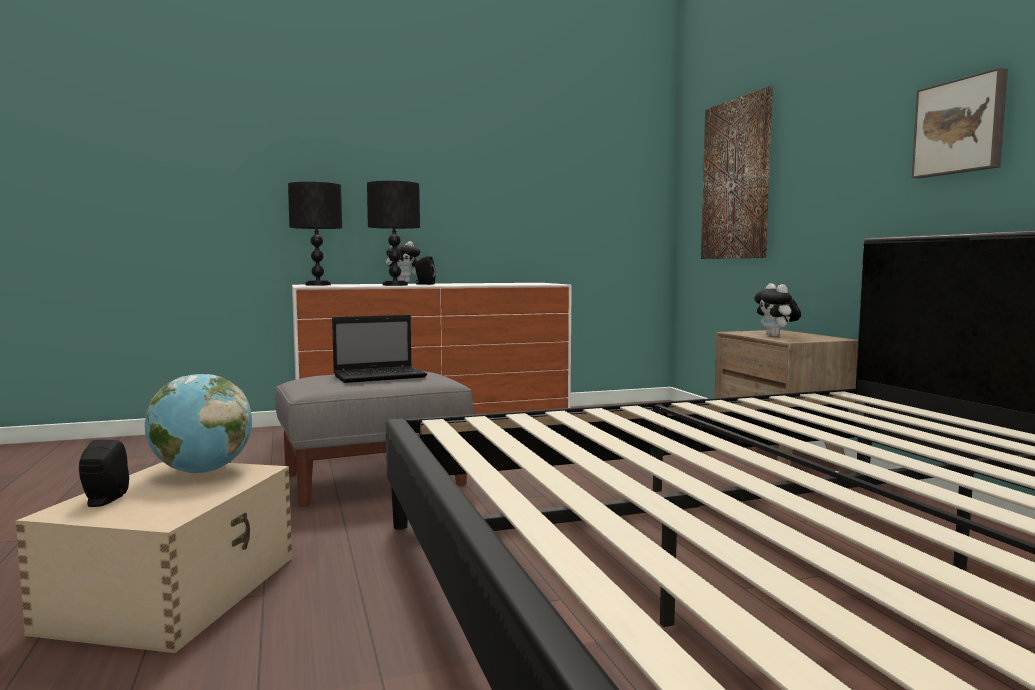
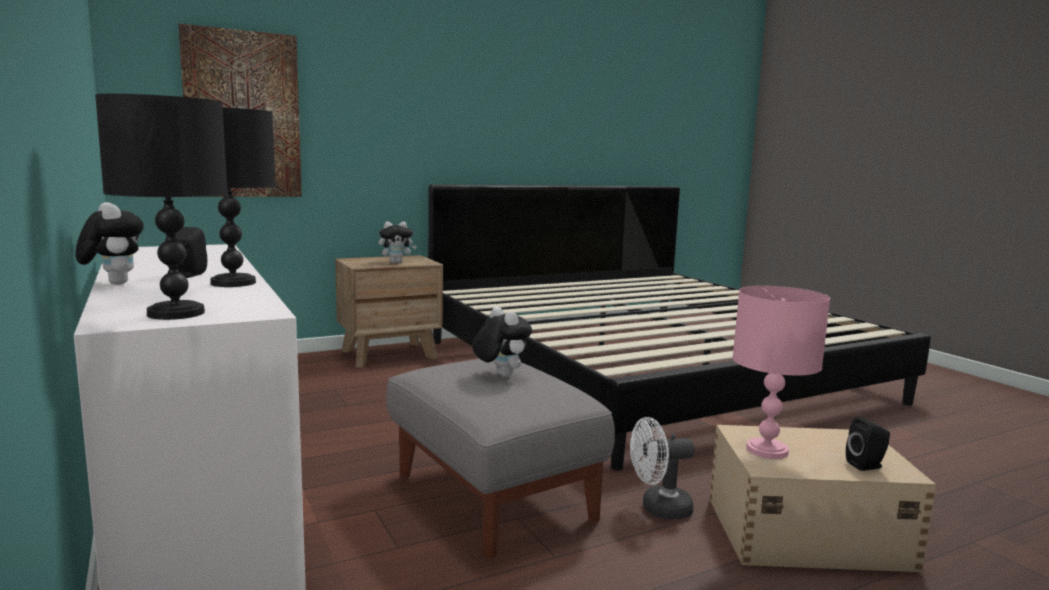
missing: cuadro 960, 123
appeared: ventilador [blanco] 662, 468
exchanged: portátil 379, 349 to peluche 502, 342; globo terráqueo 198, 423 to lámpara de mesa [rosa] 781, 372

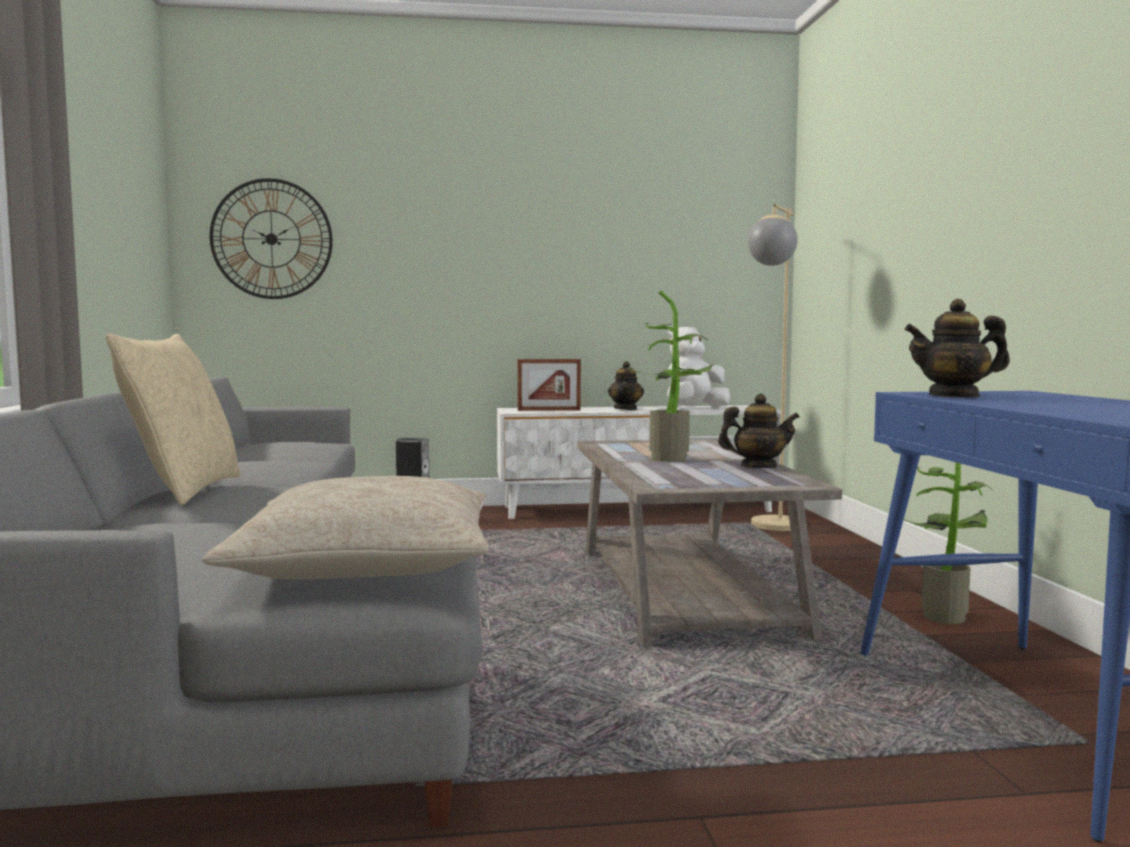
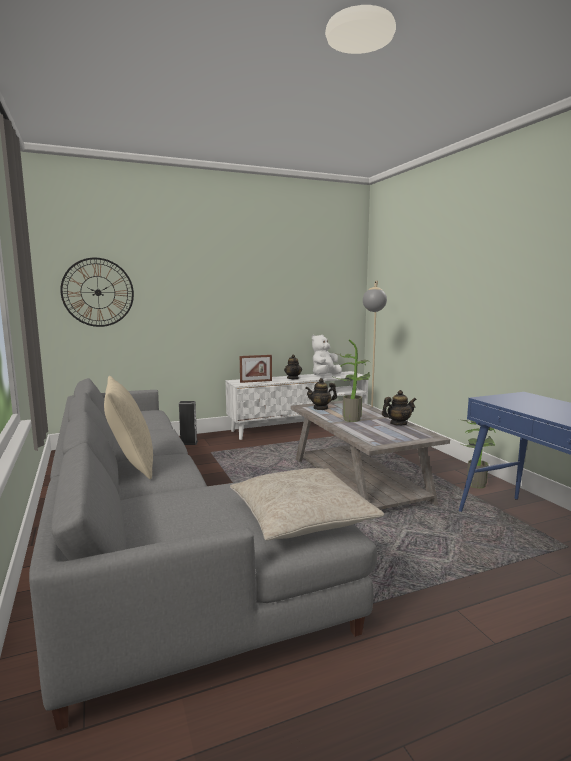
relocated: tetera 957, 348 to 321, 394

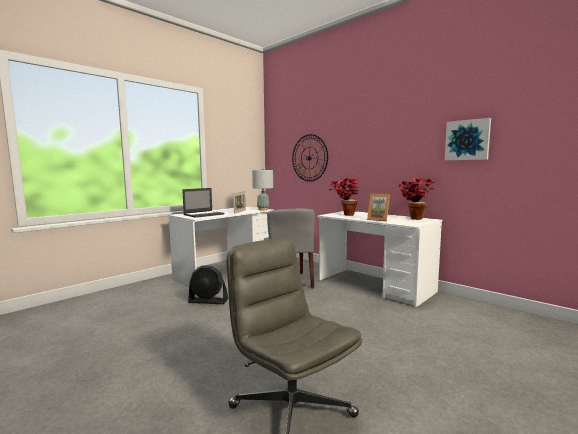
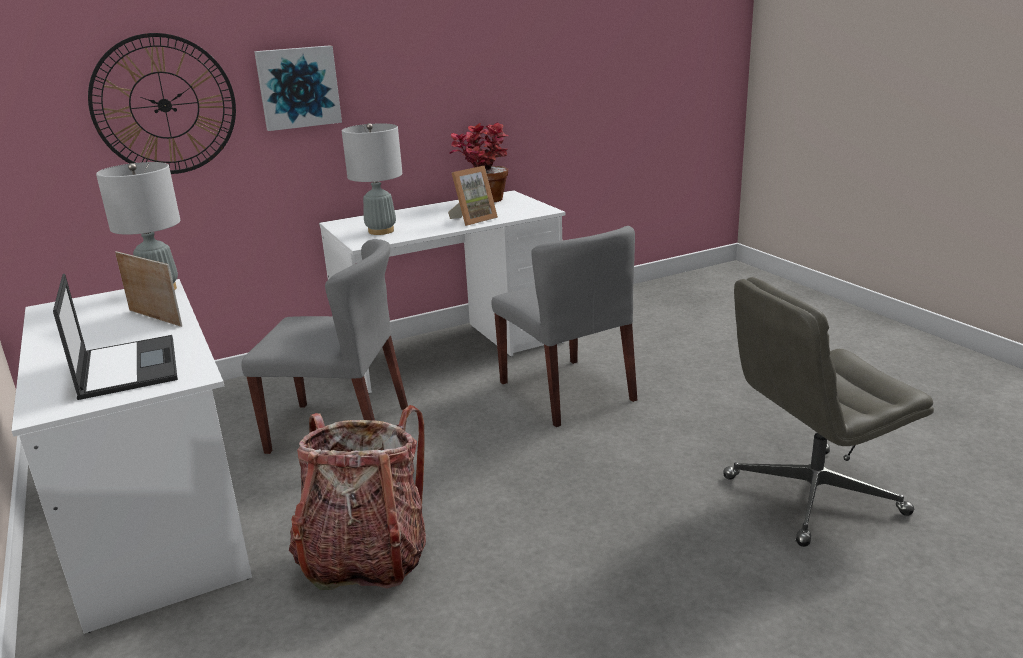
appeared: silla [gris] 564, 326
relocated: cuadro 468, 139 to 298, 88
exchanged: planta en maceta 345, 197 to lámpara de mesa [gris] 372, 179; ventilador [negro] 208, 284 to mochila 357, 497

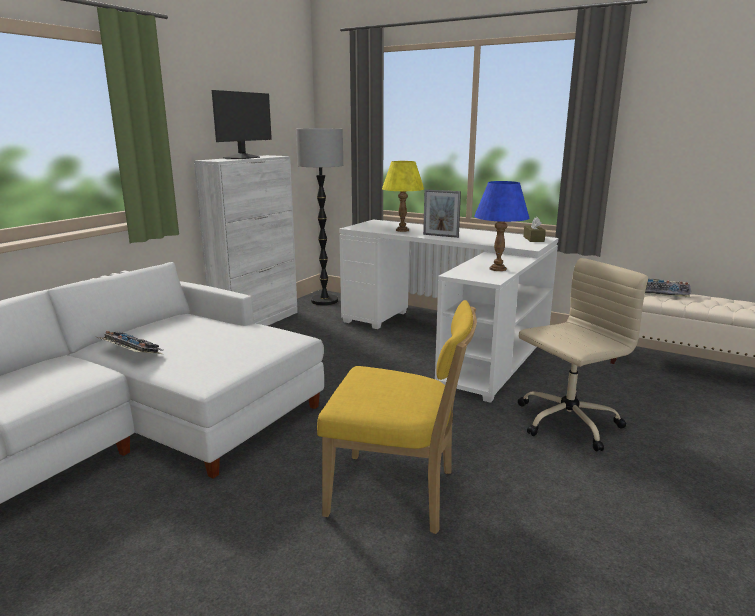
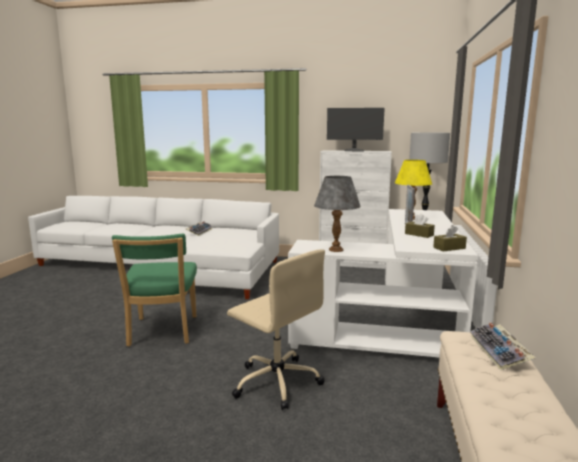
appeared: caja de pañuelos [marrón] 420, 226
colour: lámpara de mesa [azul] 501, 226 to lámpara de mesa [gris] 337, 214; silla [amarillo] 397, 417 to silla [verde] 154, 290

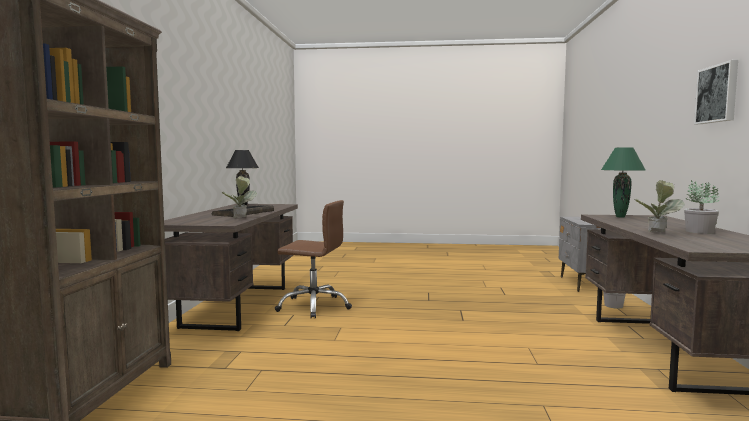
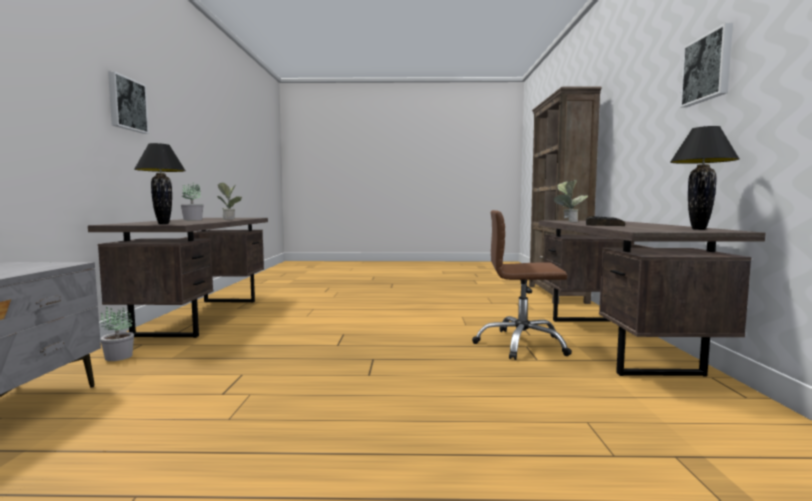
appeared: cuadro 706, 65
colour: lámpara de mesa [verde] 623, 182 to lámpara de mesa [negro] 160, 183

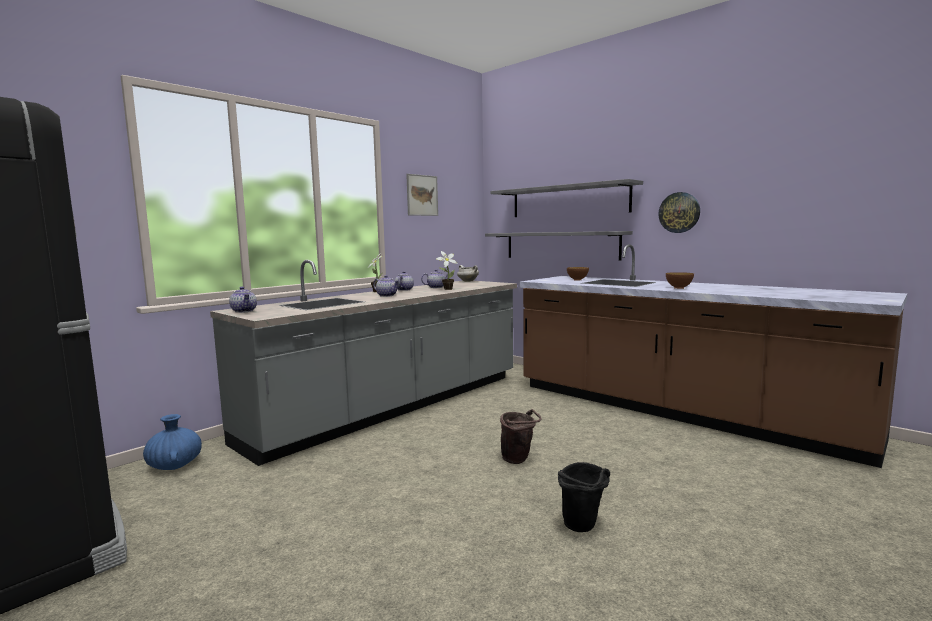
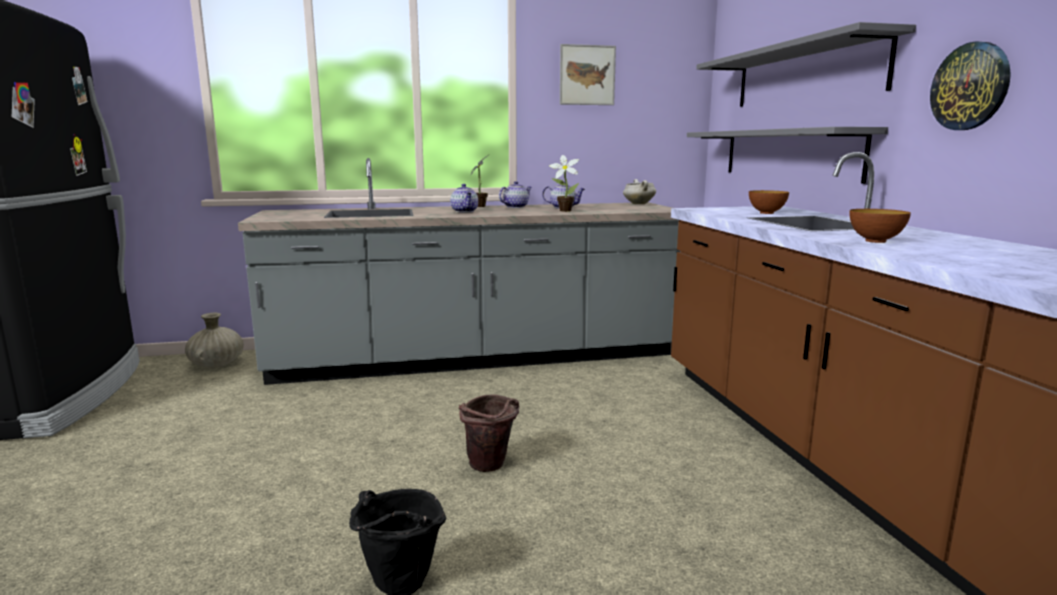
missing: tetera 243, 300
colour: florero [azul] 172, 442 to florero [beis] 214, 340

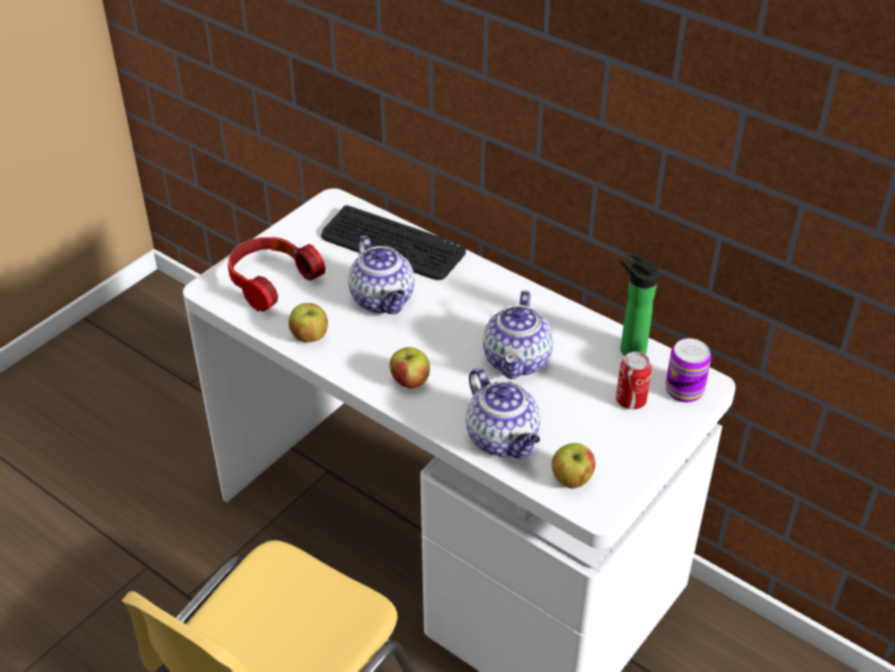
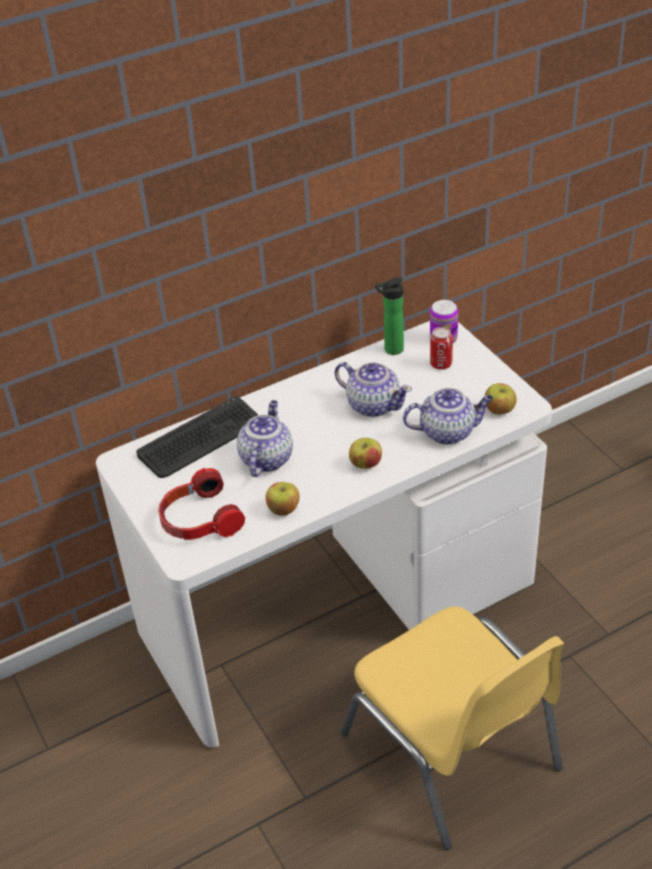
spun: tetera 381, 274 = 265, 438 75 degrees counterclockwise

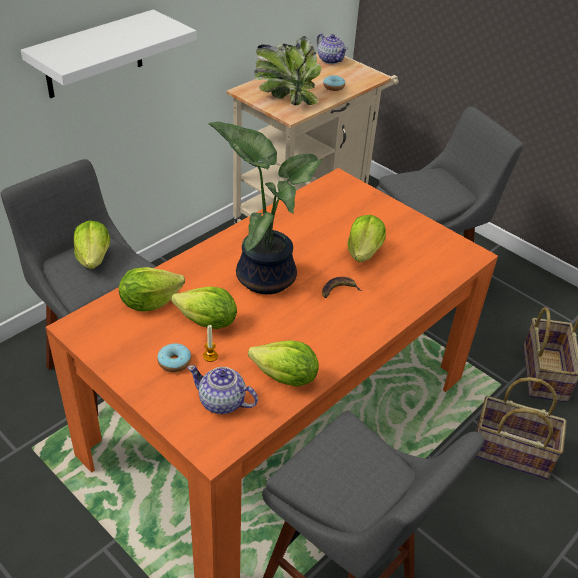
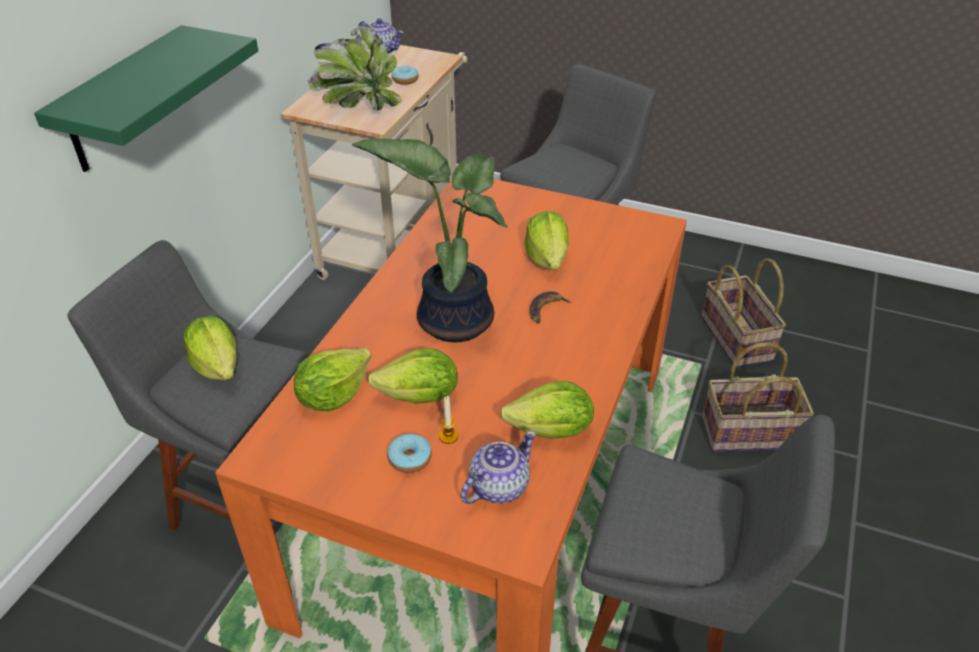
colour: estante [blanco] 109, 53 to estante [verde] 146, 98
spun: tetera 222, 389 = 498, 467 135 degrees clockwise

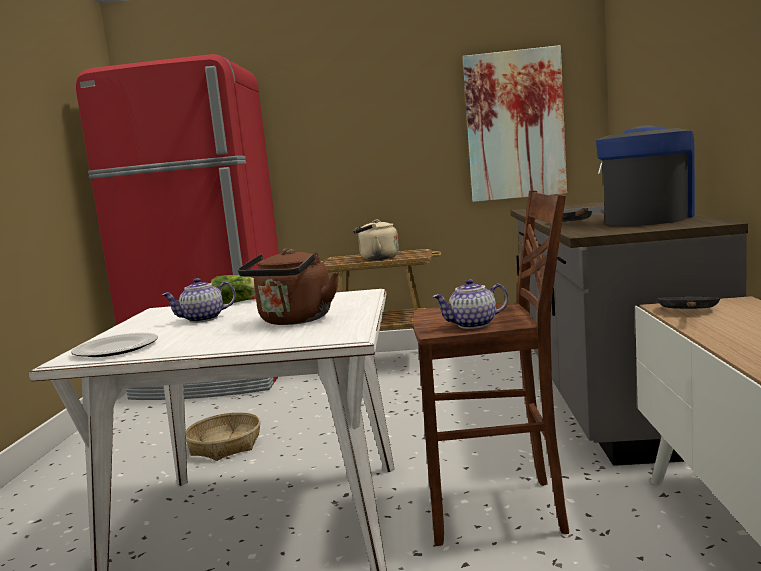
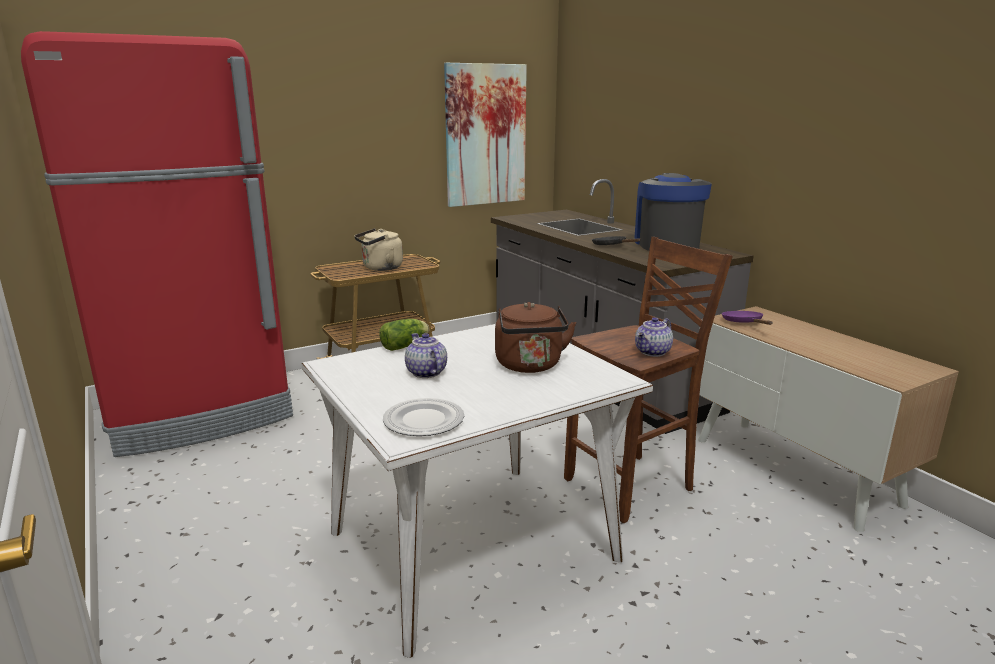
missing: cesta 223, 436
colour: sartén [negro] 689, 303 to sartén [morado] 747, 318
spun: tetera 199, 300 = 426, 355 120 degrees clockwise

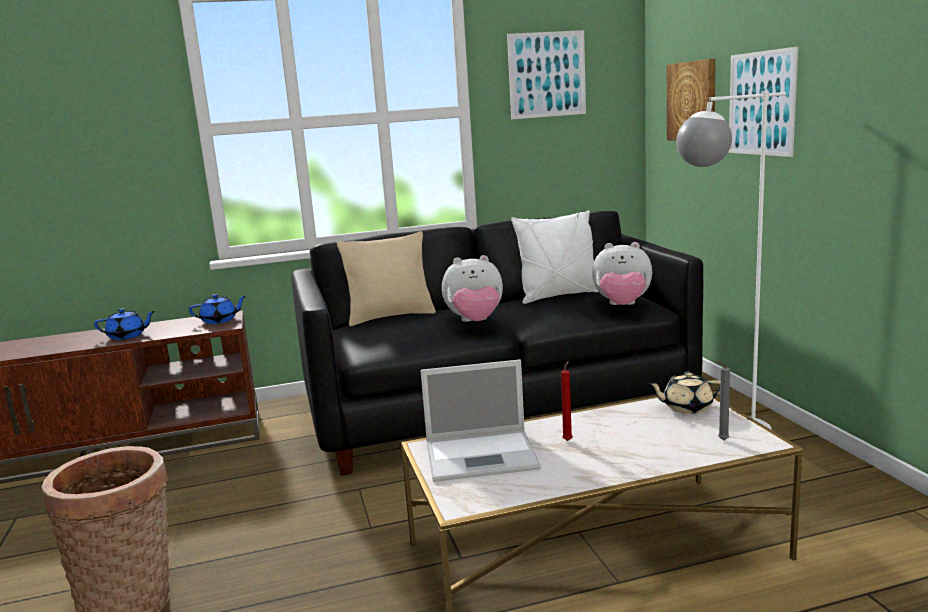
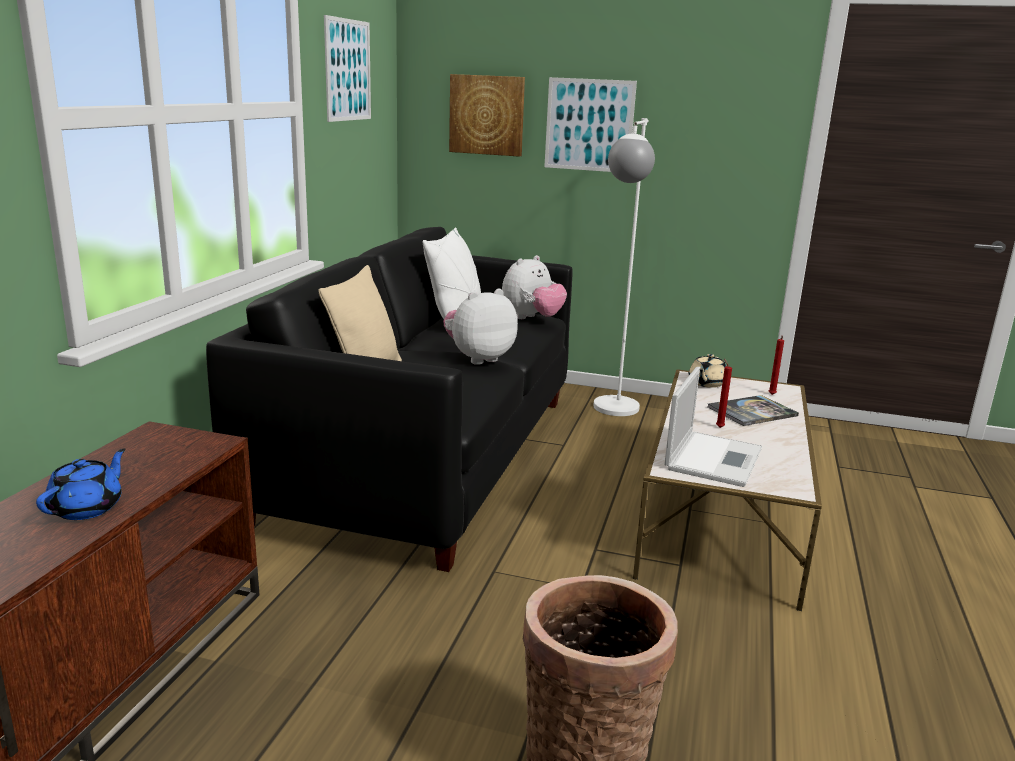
missing: tetera [azul] 217, 309
appeared: libro 753, 410
colour: vela [gris] 724, 401 to vela [rojo] 776, 365
spun: peluche 472, 288 = 480, 327 150 degrees counterclockwise

